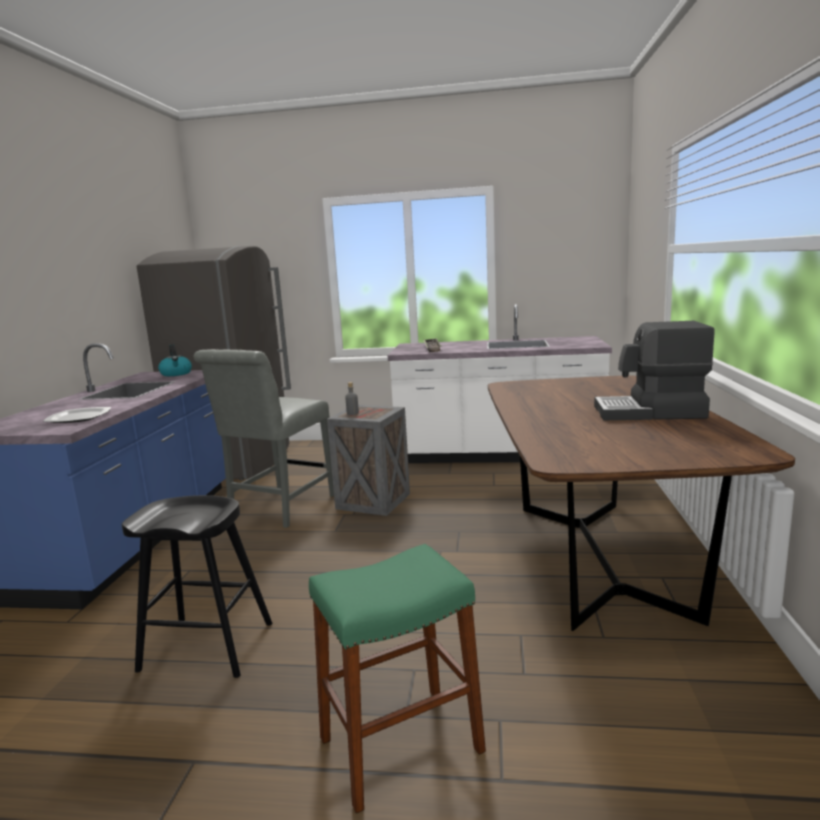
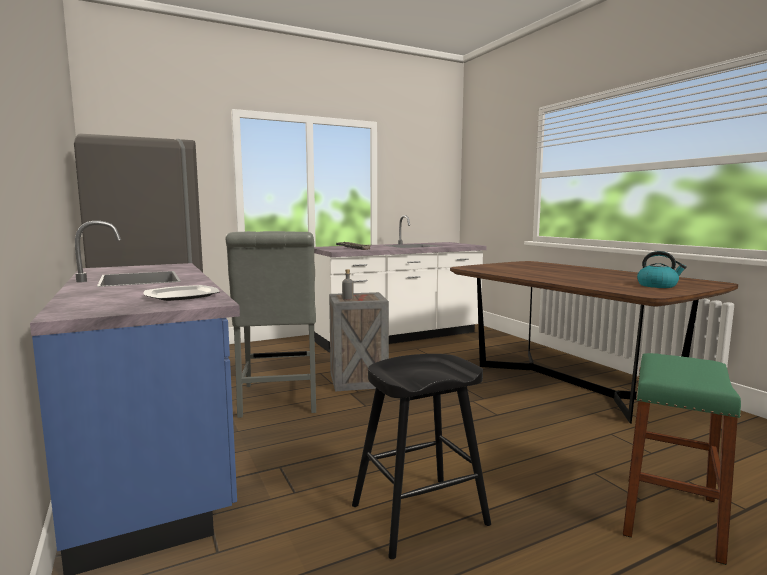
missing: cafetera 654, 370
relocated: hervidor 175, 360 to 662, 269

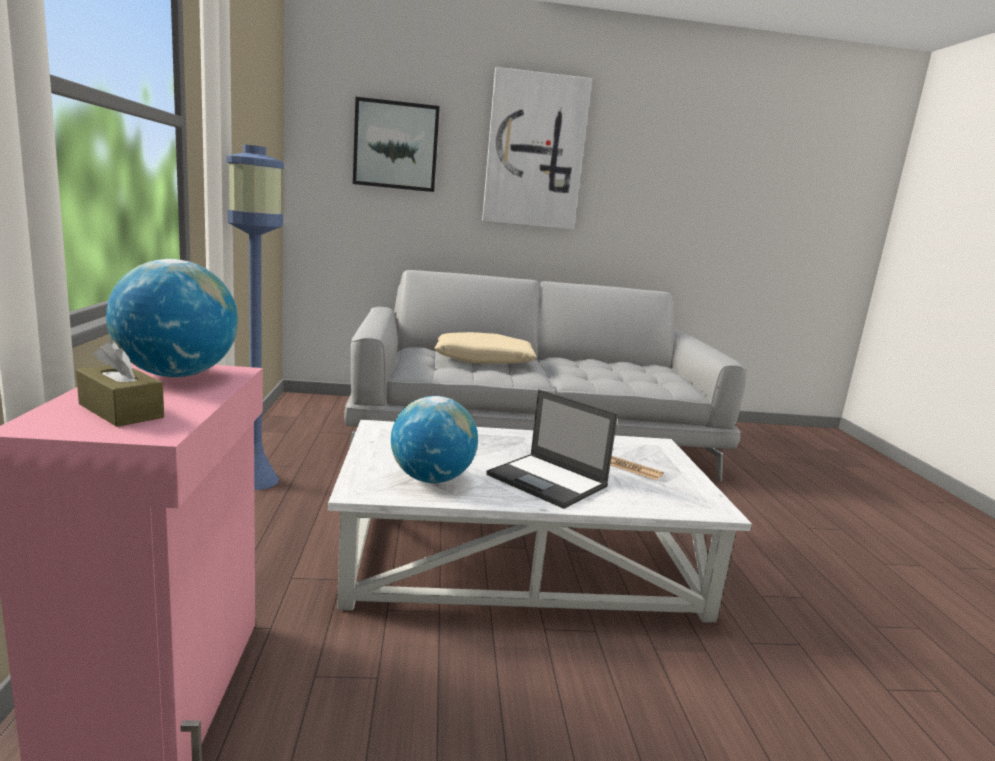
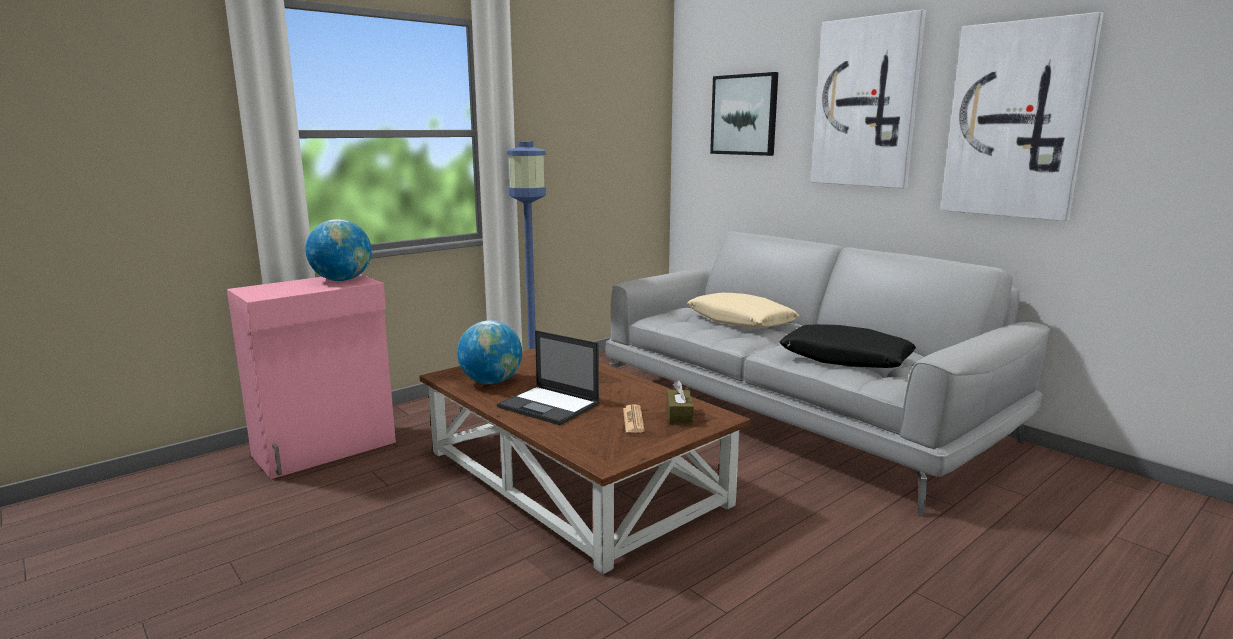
appeared: cuadro 1022, 116; cojín [negro] 847, 346
relocated: caja de pañuelos [marrón] 120, 383 to 680, 402
colour: mesa de centro [blanco] 540, 521 to mesa de centro [marrón] 585, 461
spun: portátil 552, 449 = 548, 377 60 degrees counterclockwise

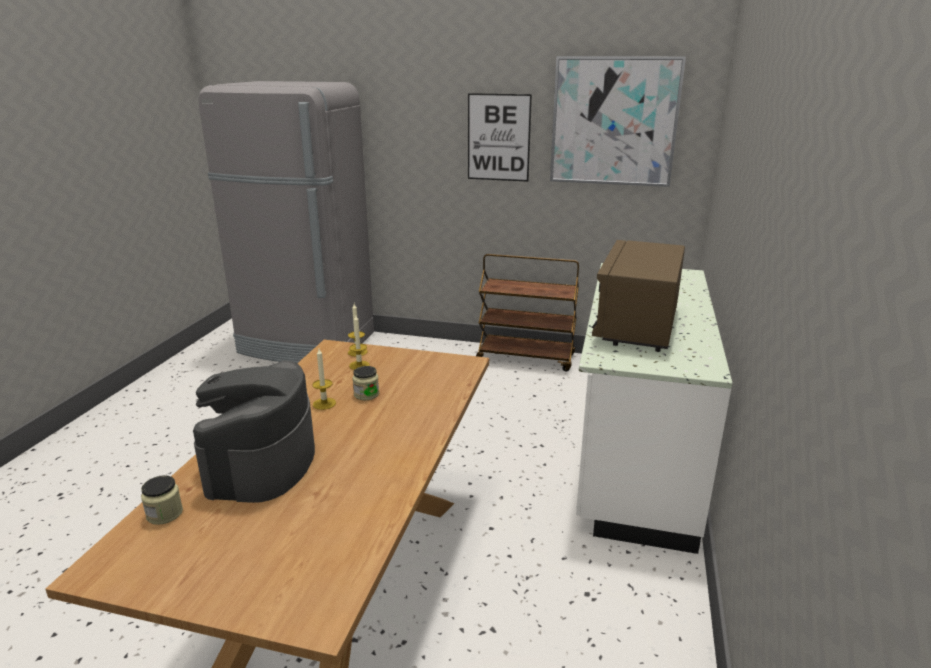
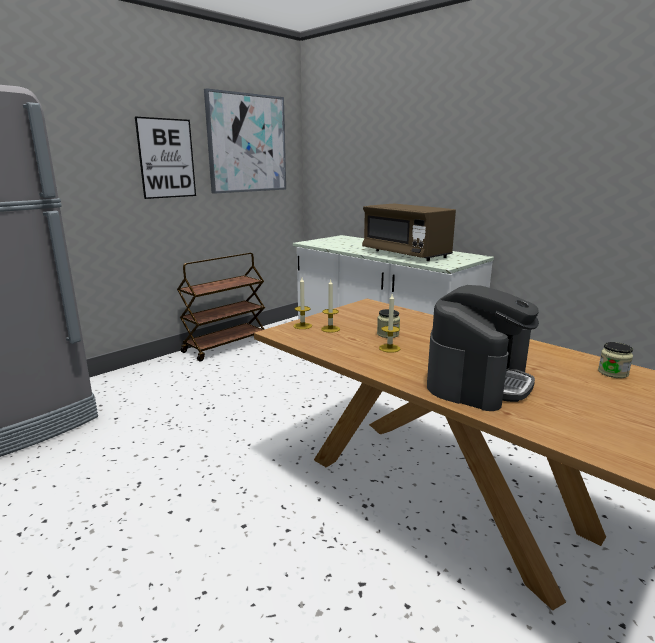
relocated: tarro 162, 500 to 615, 360
spun: cafetera 254, 431 = 483, 348 90 degrees counterclockwise

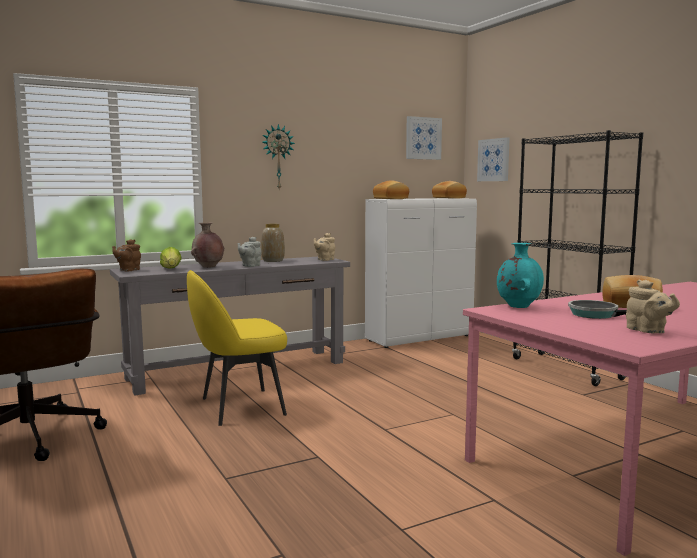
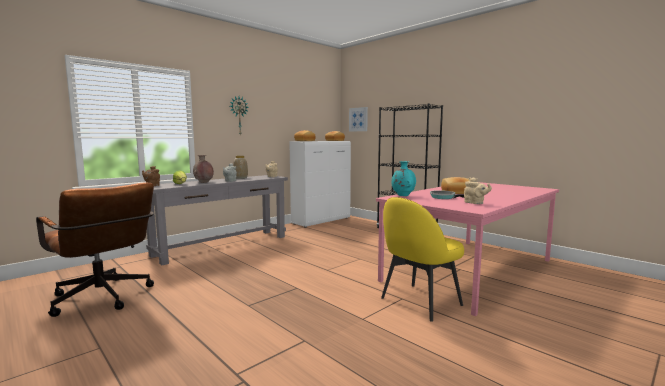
missing: cuadro 424, 138
relocated: silla [amarillo] 237, 348 to 422, 259

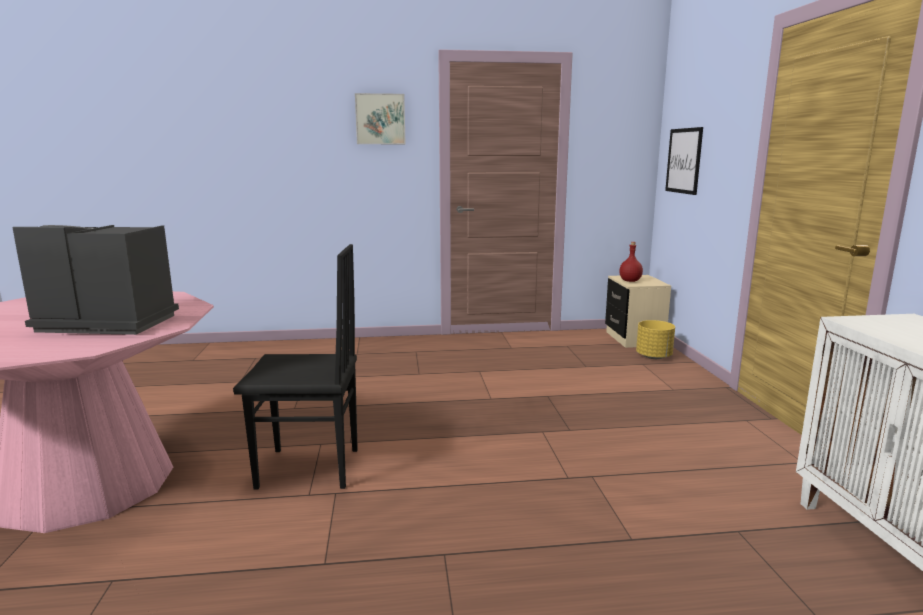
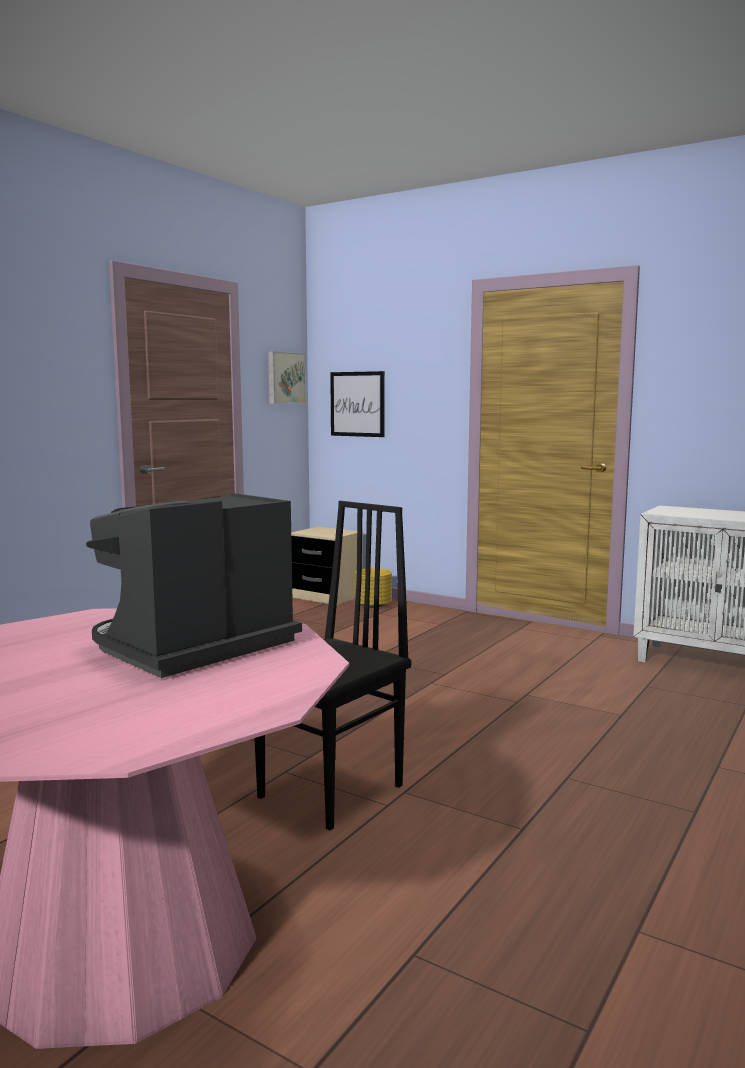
missing: botella [rojo] 631, 262
relocated: cuadro 380, 118 to 287, 377

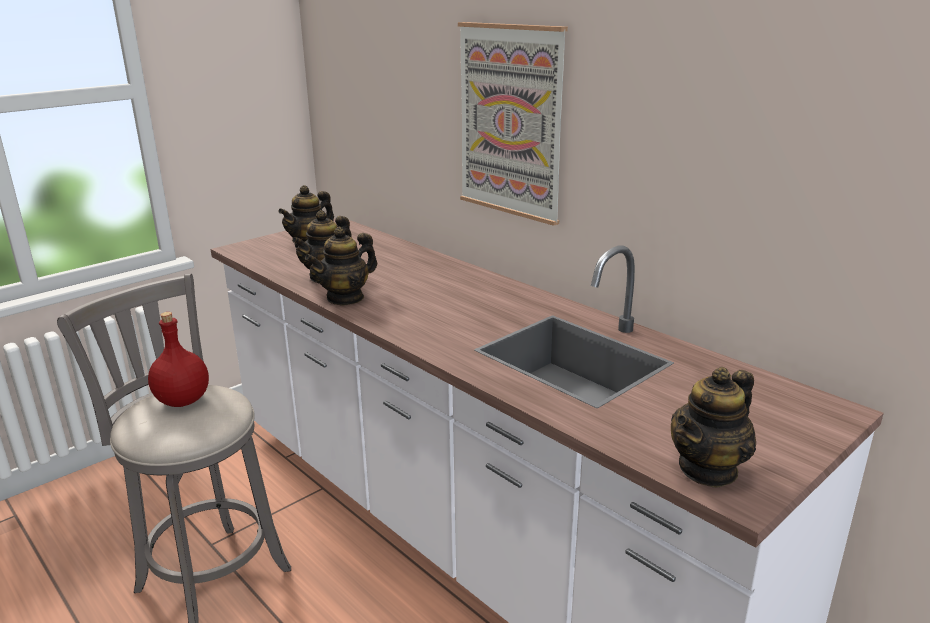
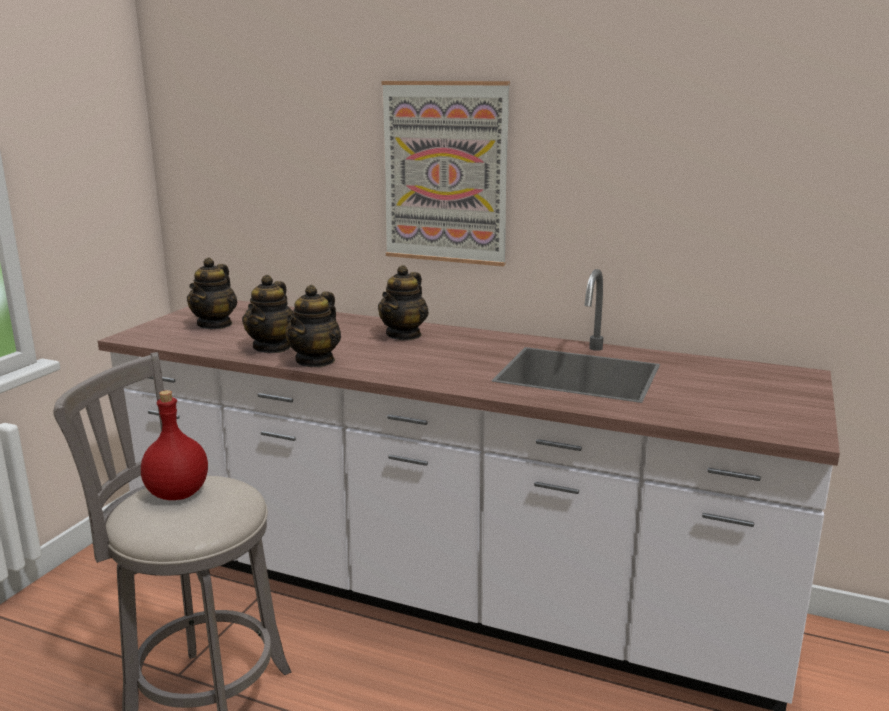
relocated: tetera 713, 427 to 403, 302

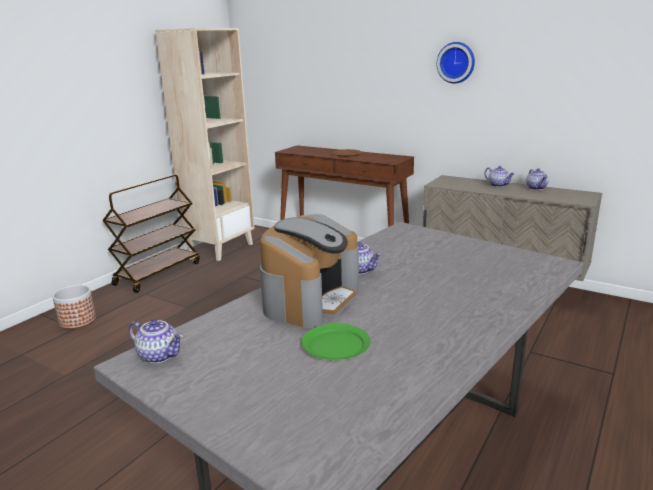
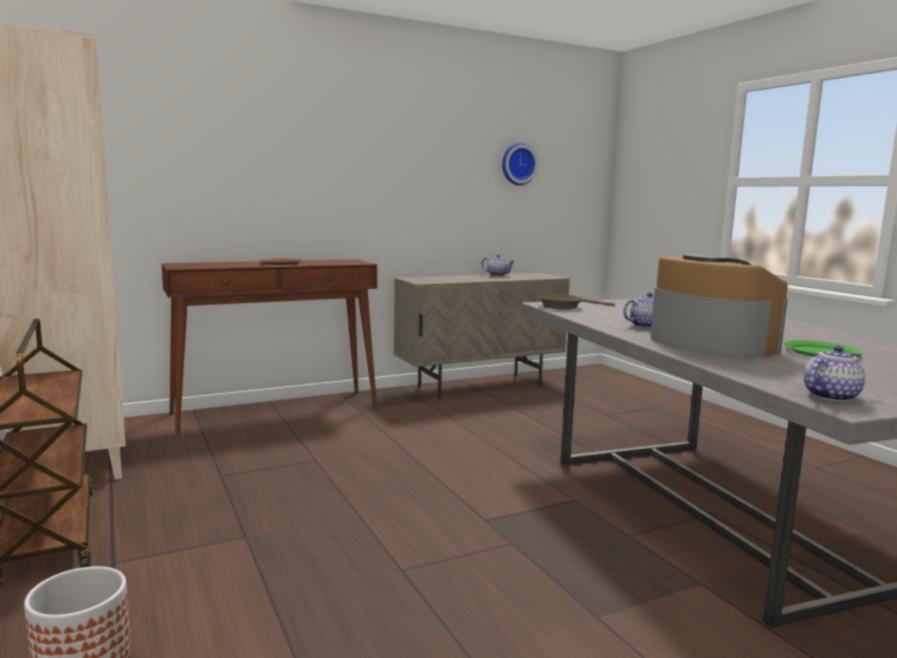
missing: tetera 499, 176
appeared: sartén [marrón] 577, 302
relocated: reloj de pared 456, 63 to 520, 164

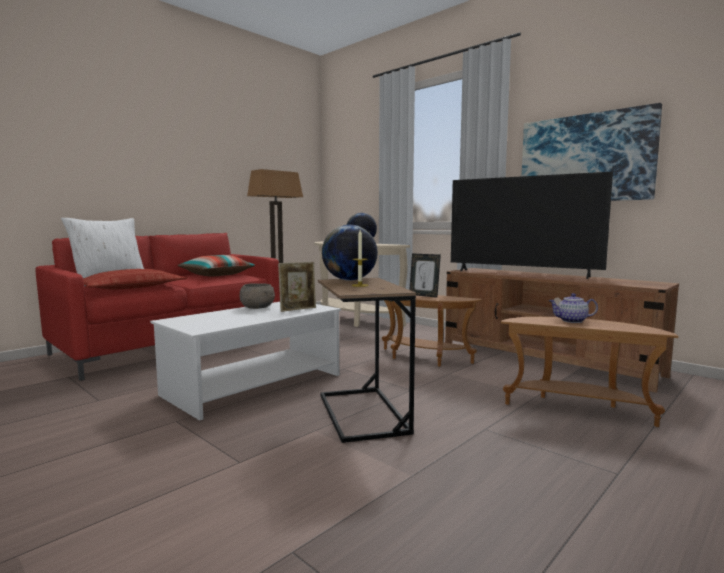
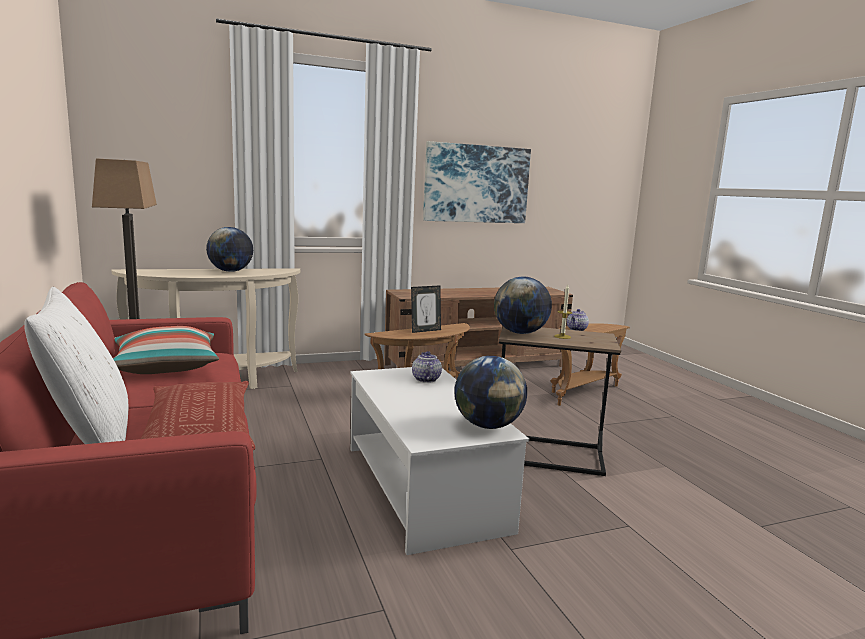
missing: televisor 532, 225; cuenco [gris] 257, 296
appeared: globo terráqueo 490, 392
exchanged: portarretratos 297, 287 to tetera 427, 367

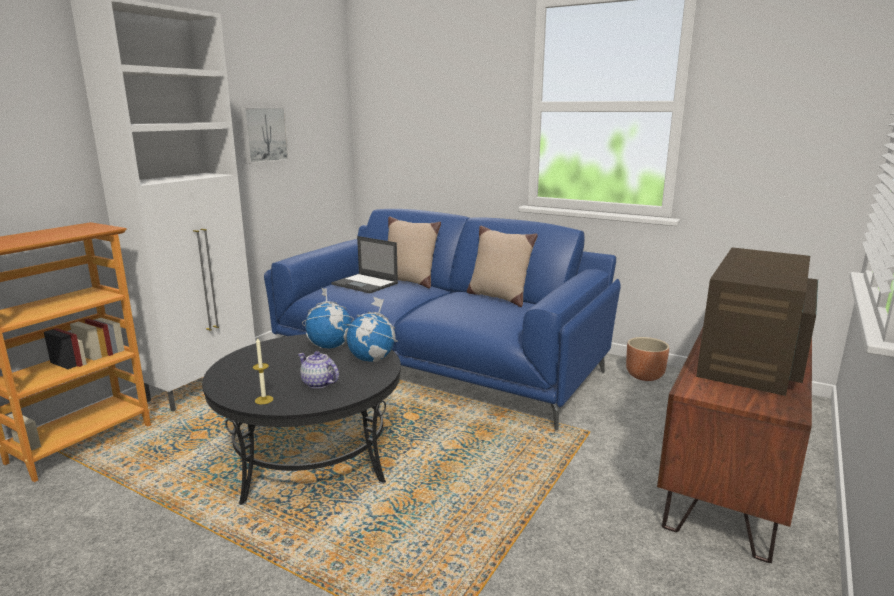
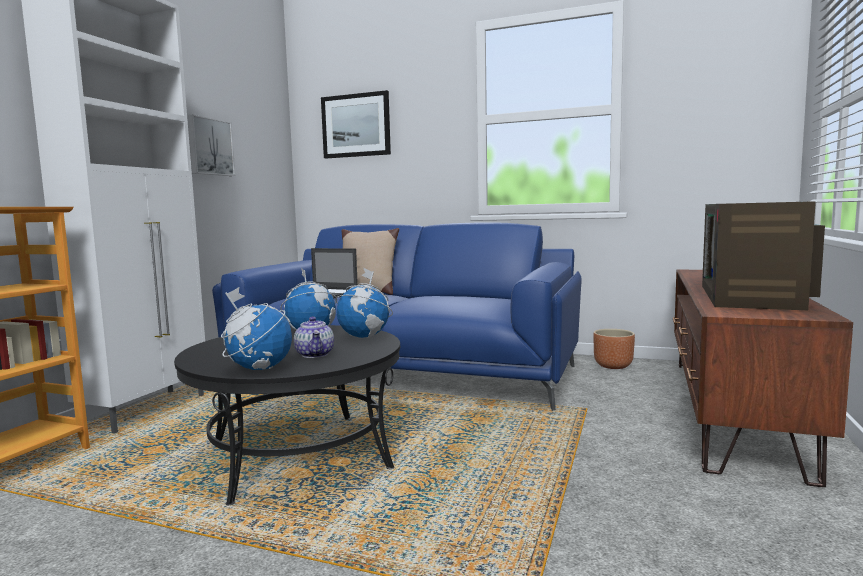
missing: cojín [beis] 502, 266
appeared: cuadro 356, 124
exchanged: vela 263, 371 to globo terráqueo 256, 328
spun: tetera 318, 370 = 314, 337 135 degrees counterclockwise

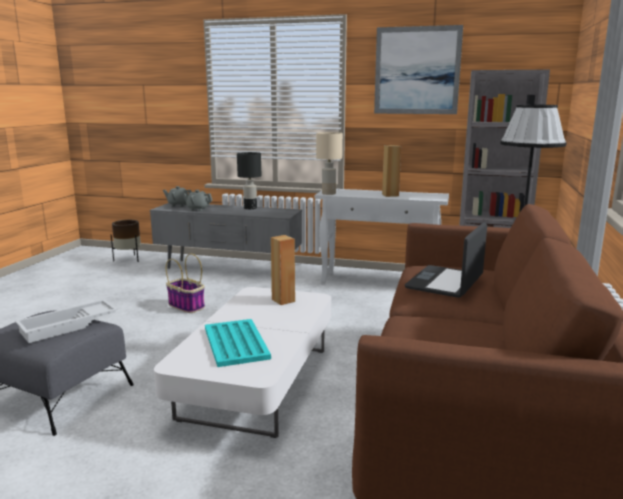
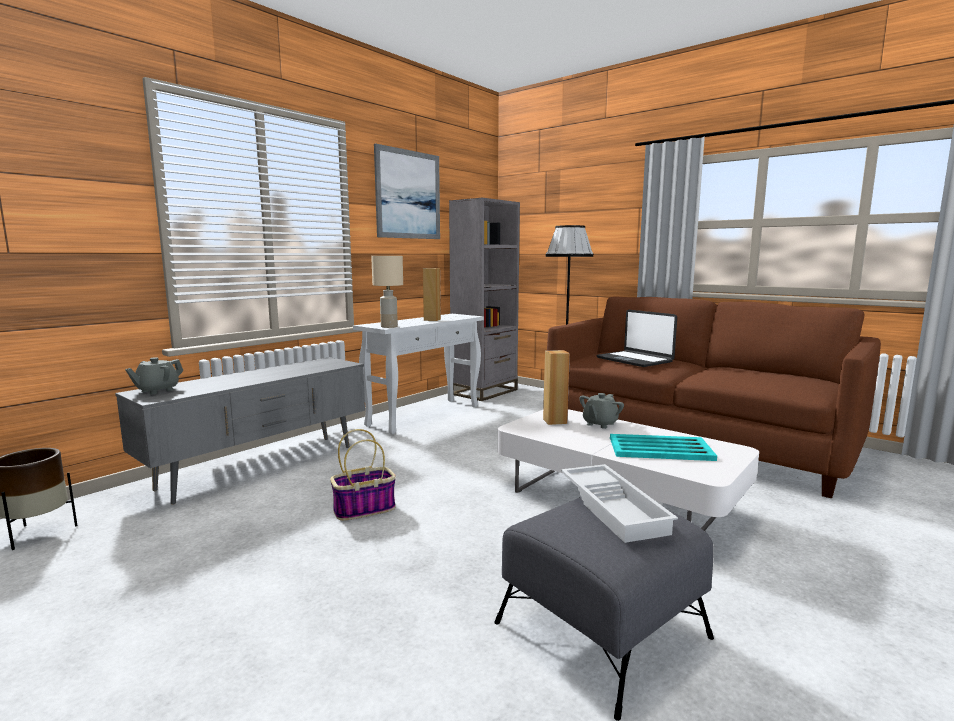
missing: lámpara de mesa [negro] 249, 180
relocated: tetera [gris] 197, 200 to 601, 411

